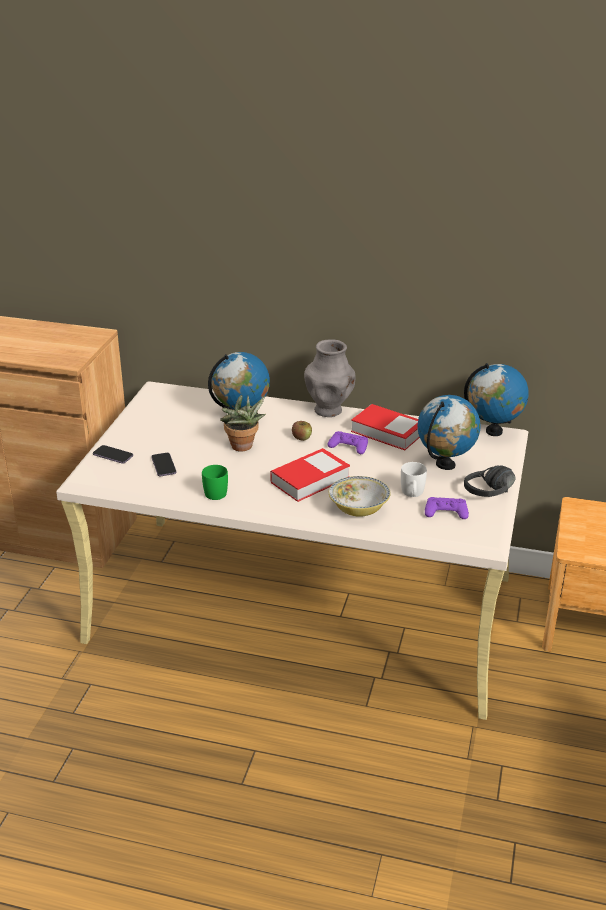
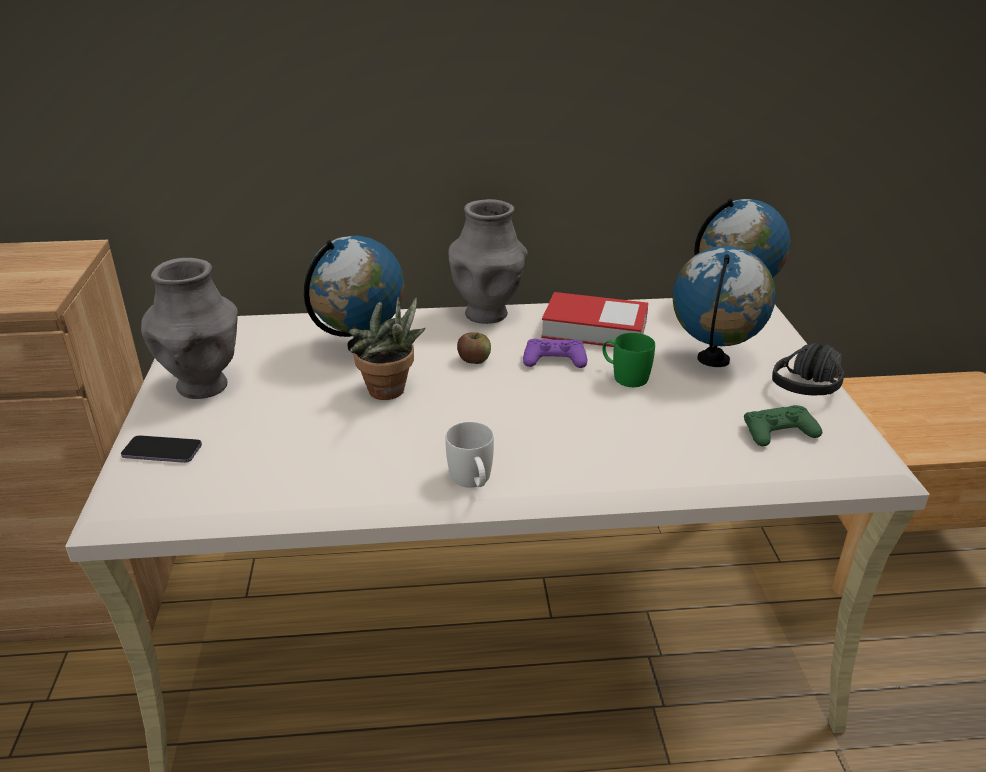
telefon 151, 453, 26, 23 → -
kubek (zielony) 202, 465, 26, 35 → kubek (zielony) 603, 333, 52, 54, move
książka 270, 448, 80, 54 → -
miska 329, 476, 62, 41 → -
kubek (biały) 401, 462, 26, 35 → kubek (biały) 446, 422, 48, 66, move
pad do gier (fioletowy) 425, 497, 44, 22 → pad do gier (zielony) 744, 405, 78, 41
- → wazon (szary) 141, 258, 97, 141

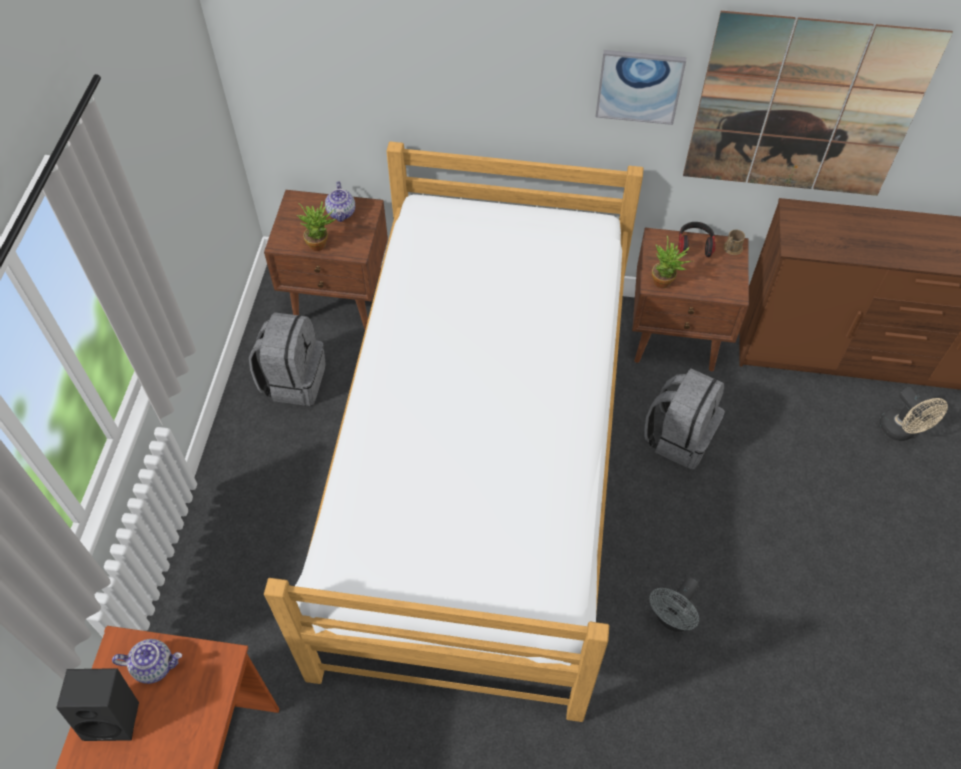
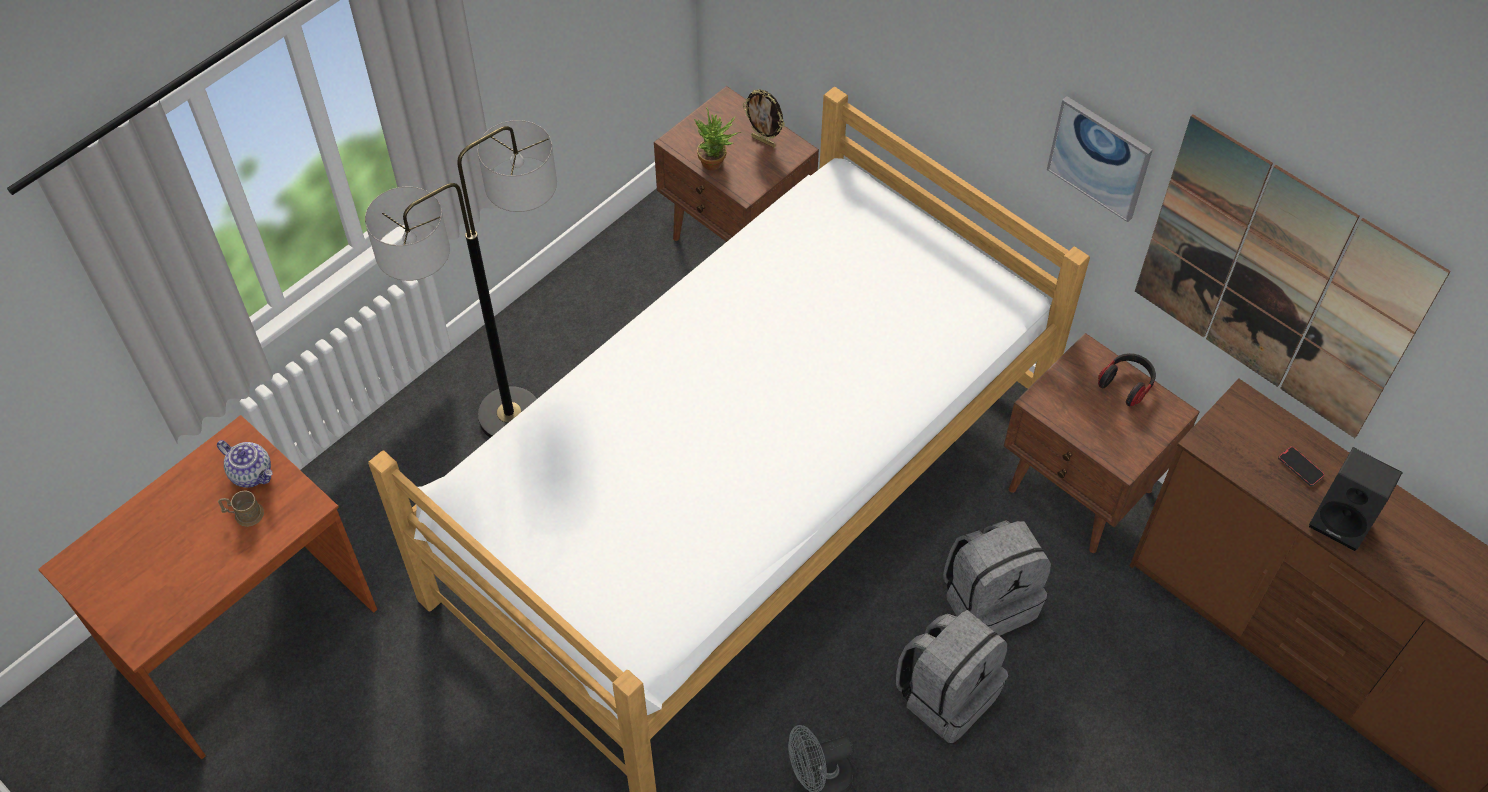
głośnik (czarny) 56, 668, 83, 73 → głośnik (czarny) 1309, 447, 94, 104, move
plecak (szary) 249, 312, 77, 94 → plecak (szary) 896, 610, 112, 133, move
imbryk 325, 181, 30, 41 → ramka na zdjęcie 743, 89, 42, 59
roślina doniczkowa 652, 236, 39, 52 → -
kubek (brązowy) 723, 230, 22, 25 → kubek (brązowy) 218, 490, 46, 37, move
wentylator (beżowy) 880, 387, 68, 54 → -
- → lampa stojąca 365, 120, 192, 318
- → telefon 1278, 446, 47, 40

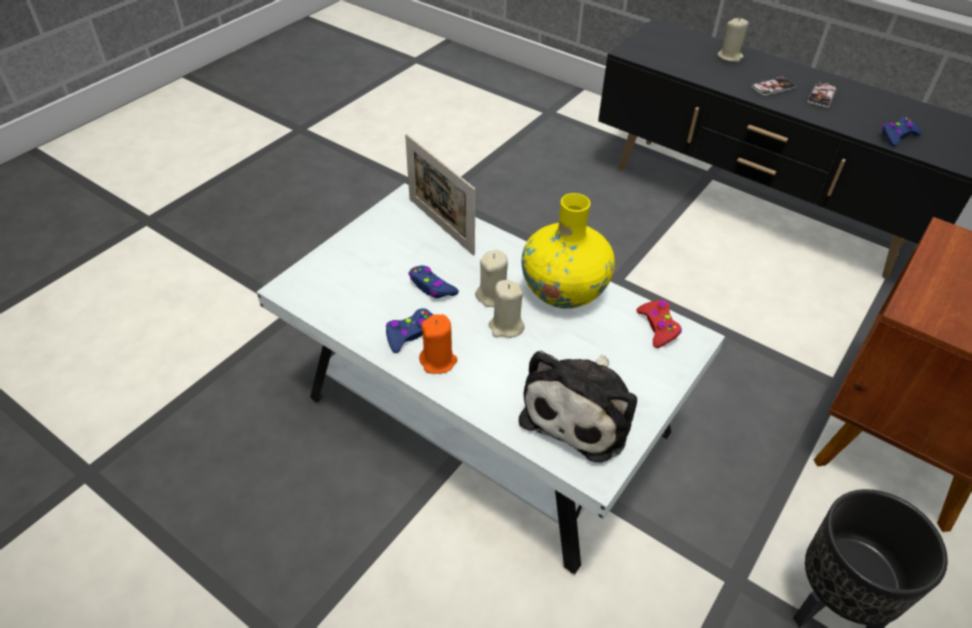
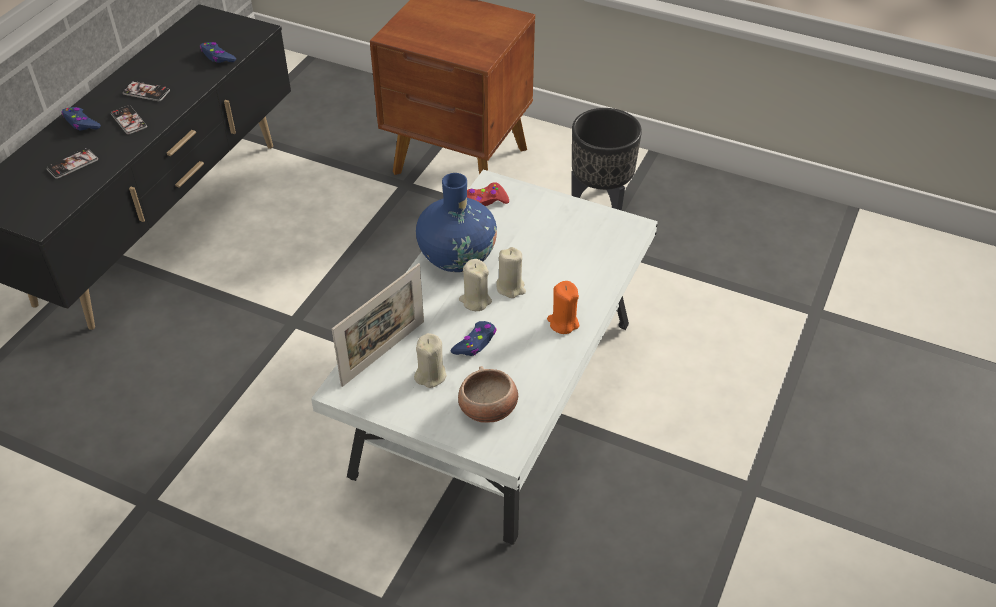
pad do gier (niebieski) 386, 308, 47, 45 → pad do gier (niebieski) 61, 107, 40, 23, move
pluszak 519, 350, 118, 113 → -
wazon (żółty) 522, 193, 93, 116 → wazon (niebieski) 416, 173, 81, 99
świeca (beżowy) 717, 18, 32, 44 → świeca (beżowy) 414, 333, 33, 55, move
- → telefon 47, 148, 51, 31
- → miska 458, 366, 60, 57

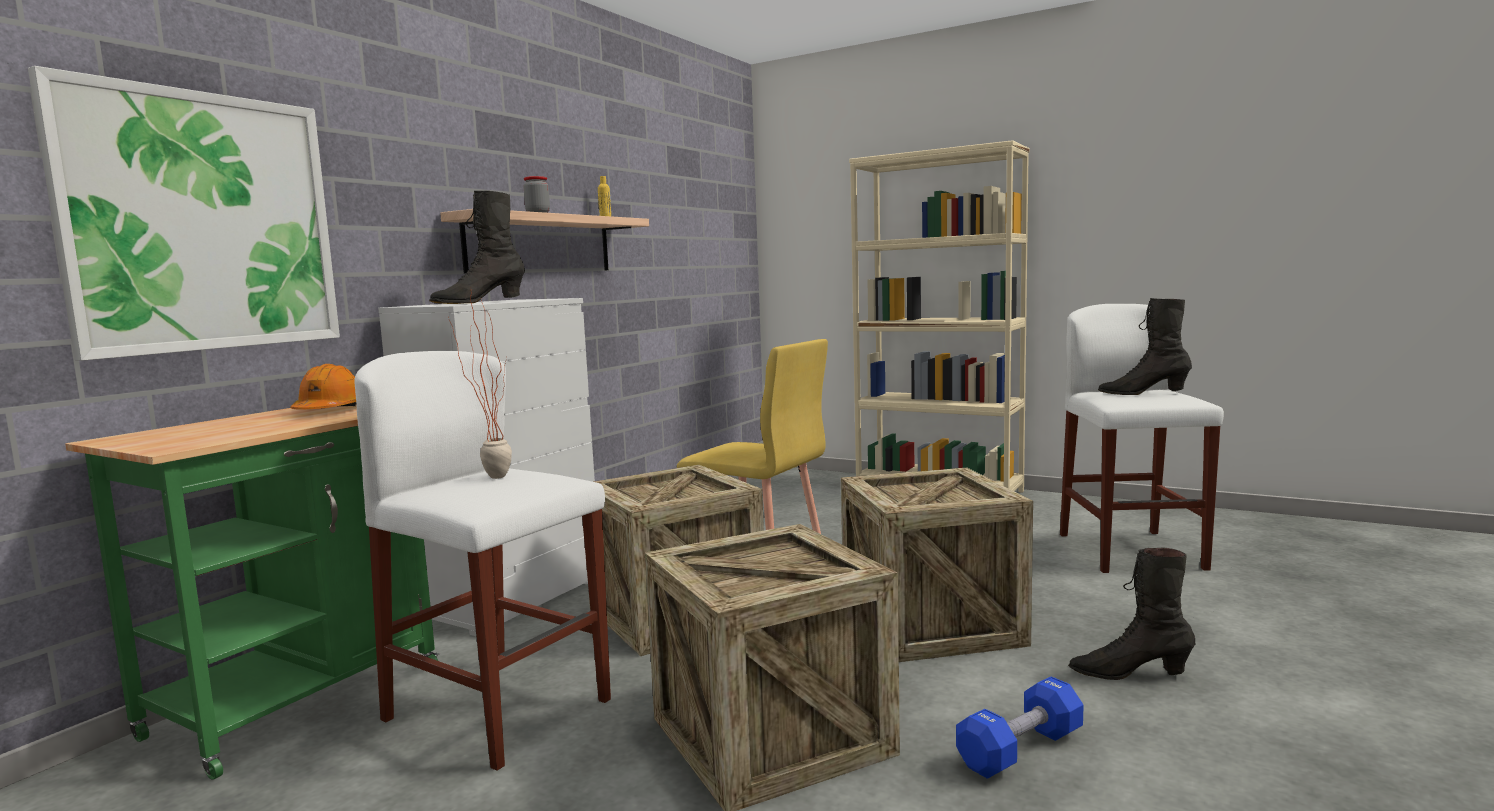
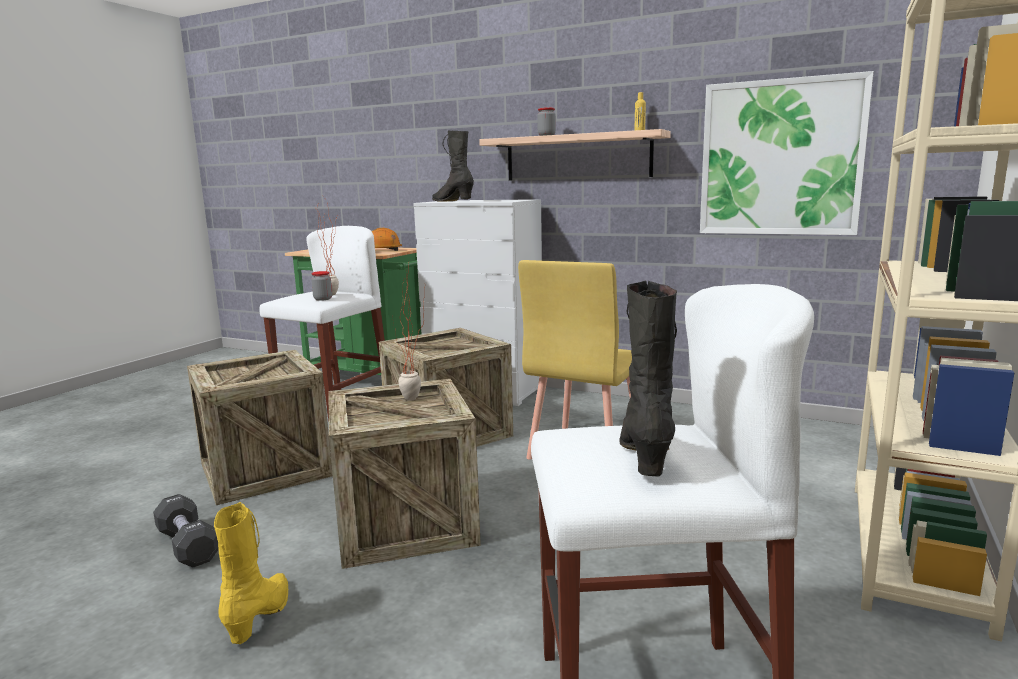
obraz 28, 66, 312, 295 → obraz 700, 71, 174, 164, move
hantel (niebieski) 956, 676, 128, 103 → hantel (czarny) 153, 494, 66, 74
but z cholewką (czarny) 1068, 547, 127, 133 → but z cholewką (żółty) 214, 502, 74, 142
- → słoik 311, 271, 21, 30
- → roślina doniczkowa 392, 263, 33, 138

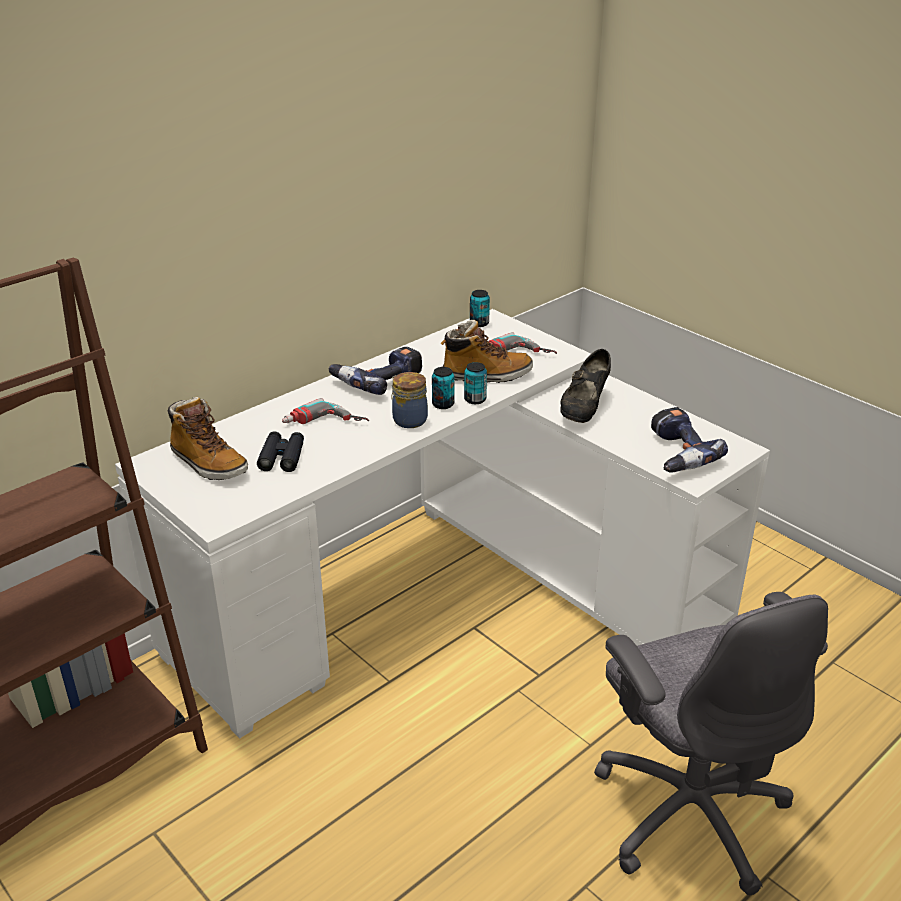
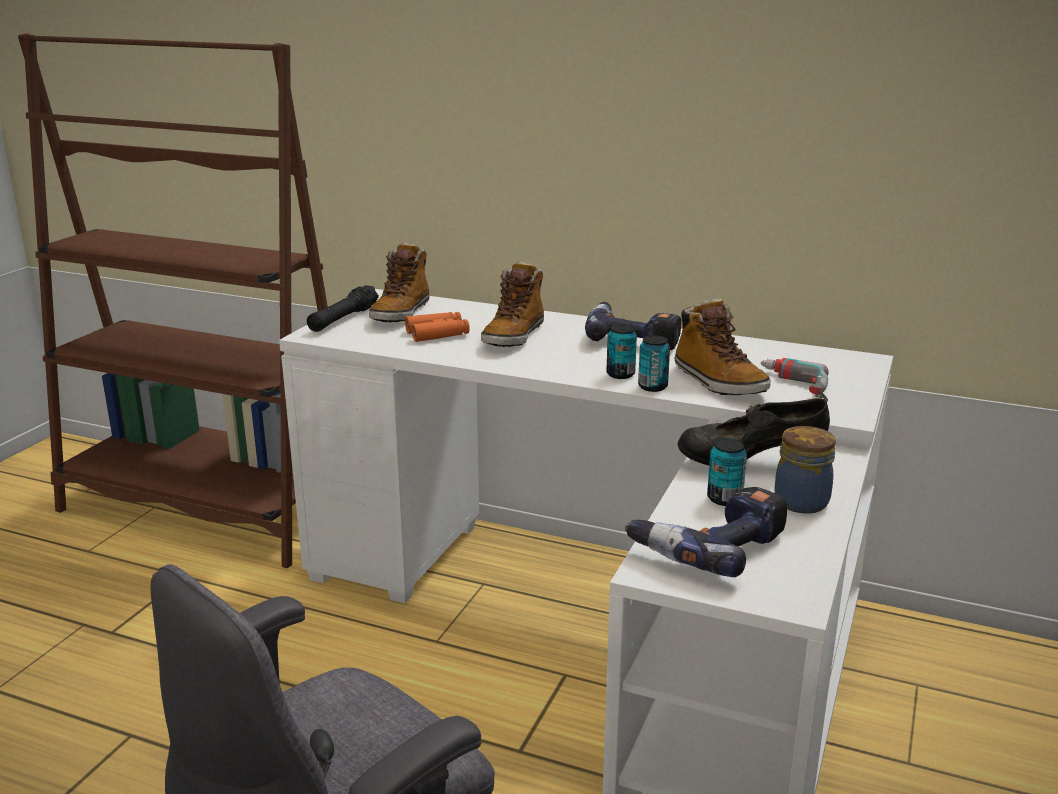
lornetka (czarny) 257, 431, 47, 41 → lornetka (pomarańczowy) 405, 312, 65, 30
wiertarka 282, 398, 87, 26 → but z cholewką 481, 261, 63, 86
słoik 391, 372, 37, 56 → słoik 774, 426, 62, 88, move
puszka 470, 290, 20, 37 → puszka 707, 438, 40, 68, move
- → latarka (czarny) 307, 285, 72, 47

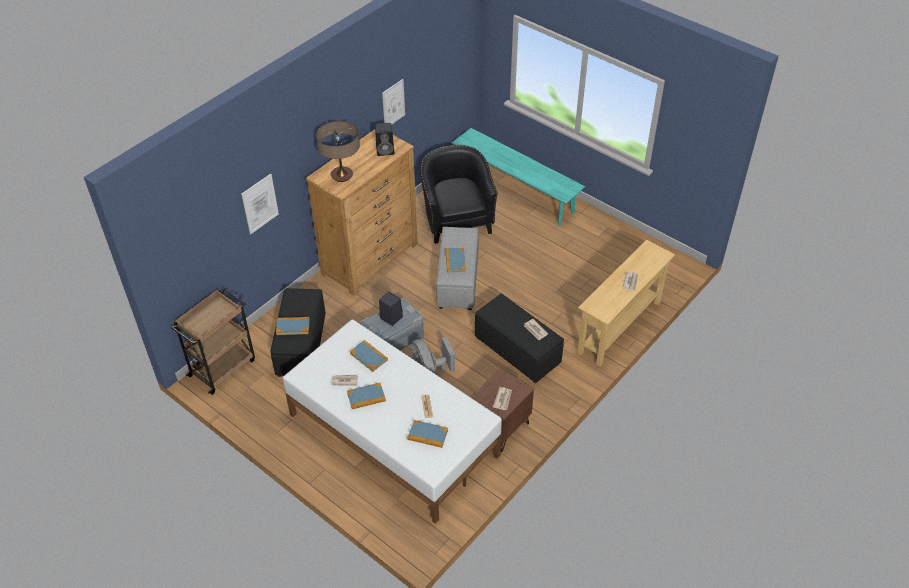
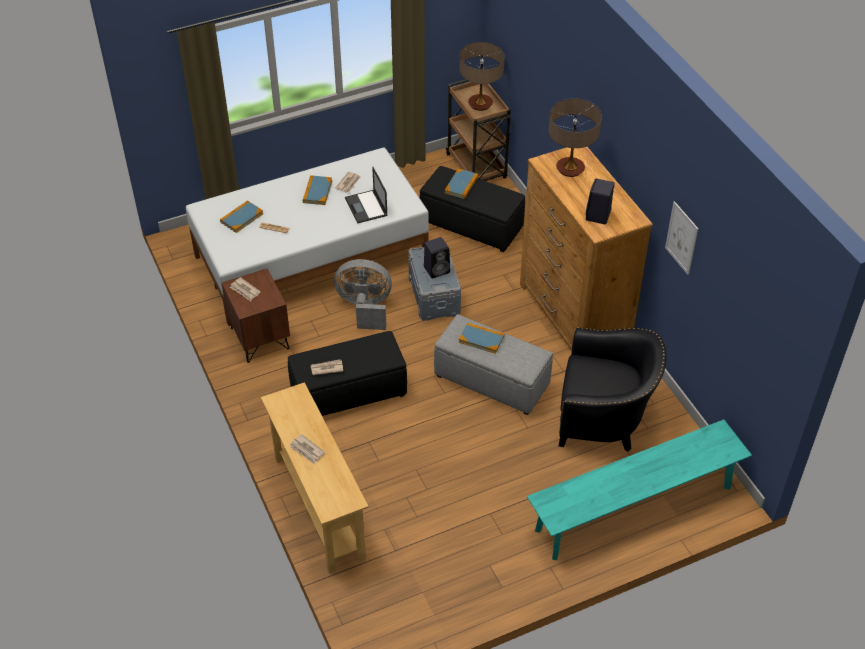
obraz 241, 174, 38, 60 → -
książka 350, 340, 38, 32 → laptop 345, 166, 43, 58
- → lampa stołowa 459, 42, 46, 69

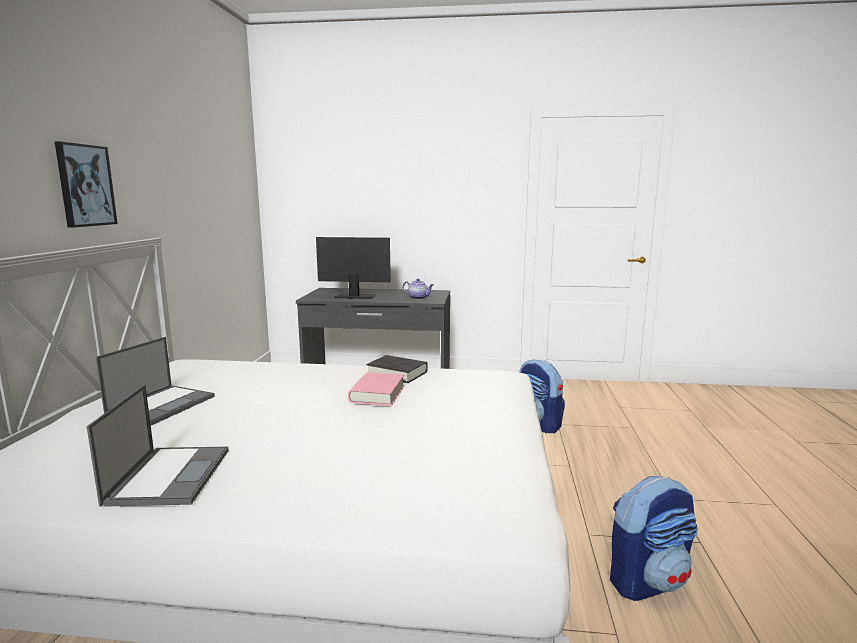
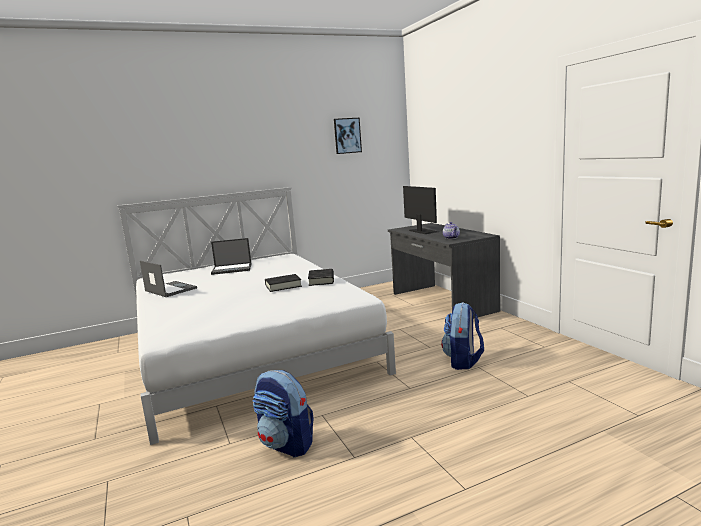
obraz 55, 142, 63, 86 → obraz 334, 118, 28, 36, move
laptop 87, 385, 142, 122 → laptop 140, 261, 57, 36, 105 degrees counterclockwise
książka (różowy) 348, 372, 56, 34 → książka (czarny) 265, 274, 37, 18

